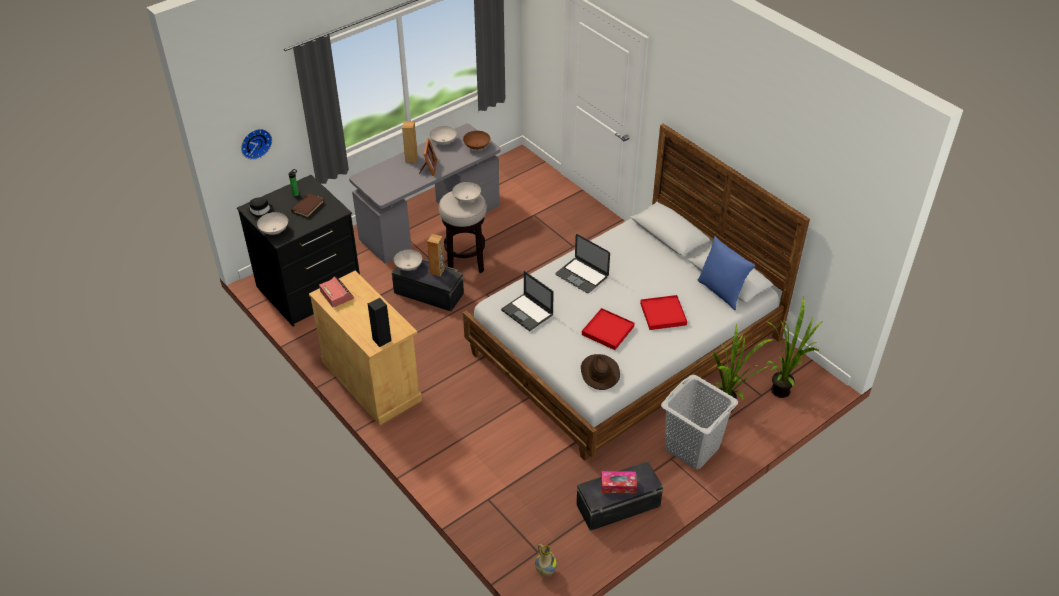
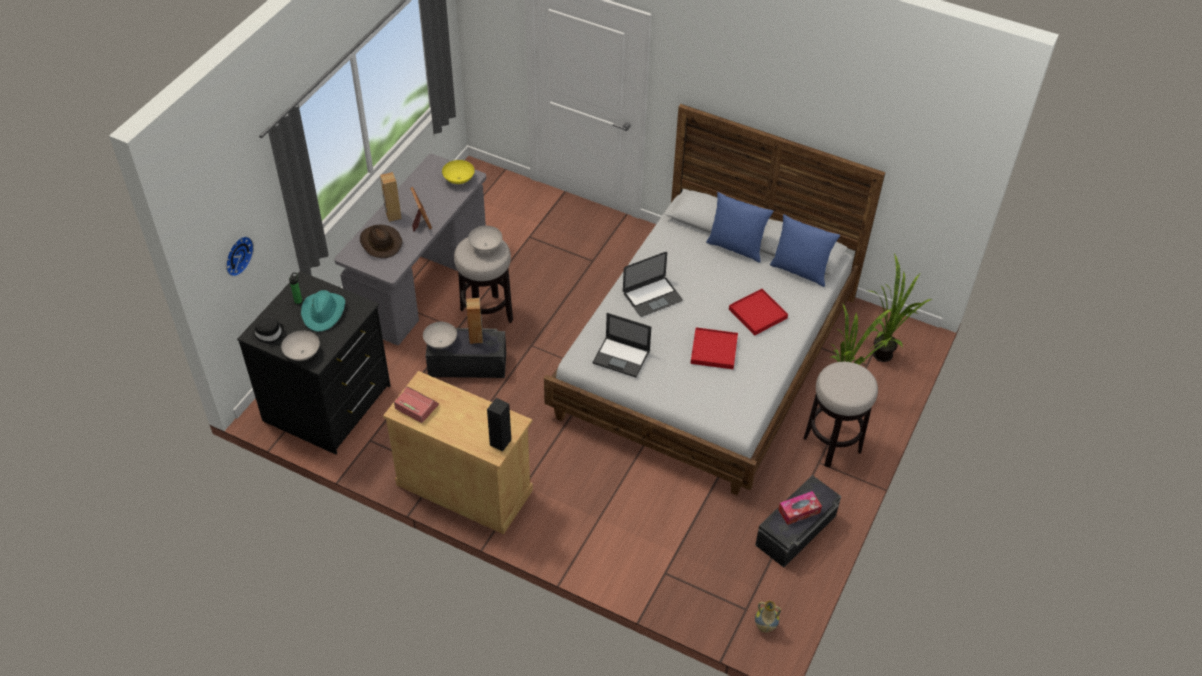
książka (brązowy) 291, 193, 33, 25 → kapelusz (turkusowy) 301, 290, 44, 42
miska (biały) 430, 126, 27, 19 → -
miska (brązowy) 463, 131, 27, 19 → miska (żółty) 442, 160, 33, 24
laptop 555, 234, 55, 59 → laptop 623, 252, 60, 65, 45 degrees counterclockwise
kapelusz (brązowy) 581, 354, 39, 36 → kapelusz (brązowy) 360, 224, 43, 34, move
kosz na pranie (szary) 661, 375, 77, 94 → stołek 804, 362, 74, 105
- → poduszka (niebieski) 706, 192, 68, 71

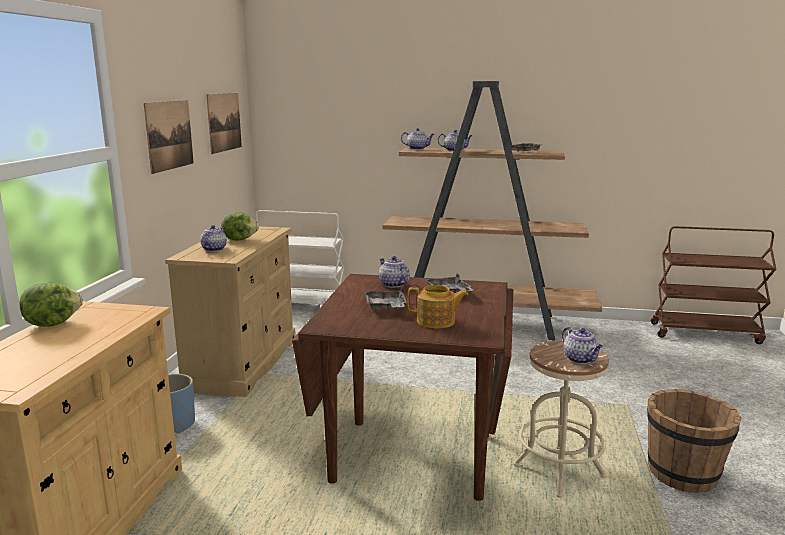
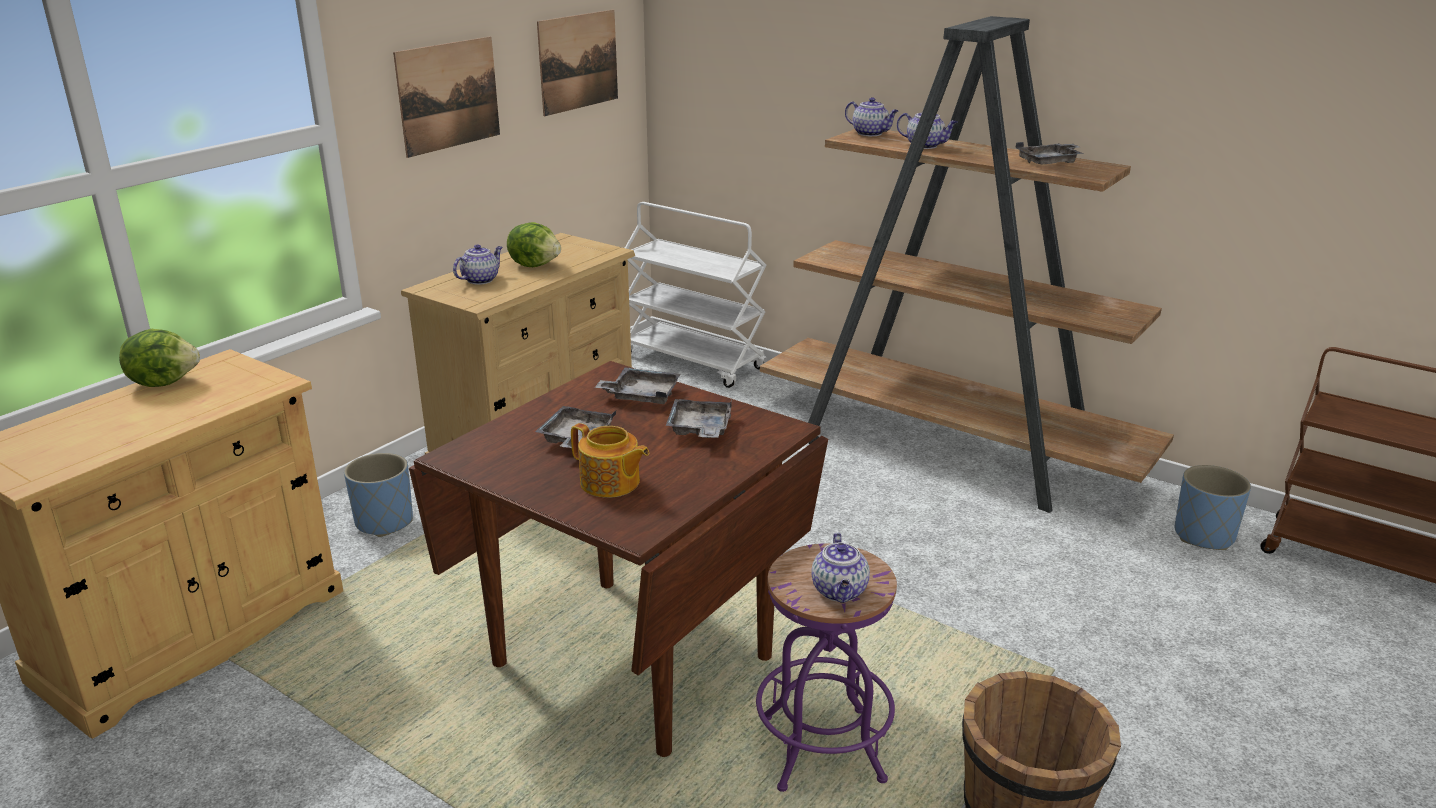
imbryk 379, 256, 31, 32 → taca (szary) 595, 367, 85, 37
stołek (beżowy) 513, 341, 96, 157 → stołek (fioletowy) 756, 543, 141, 249
- → donica (niebieski) 1175, 465, 76, 85

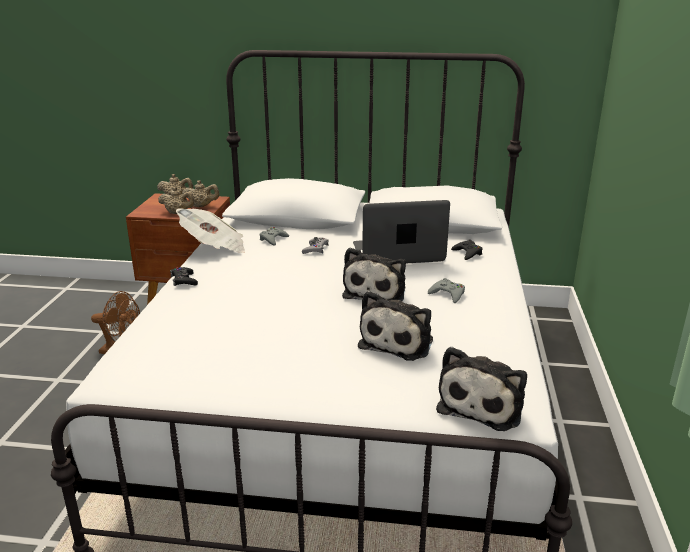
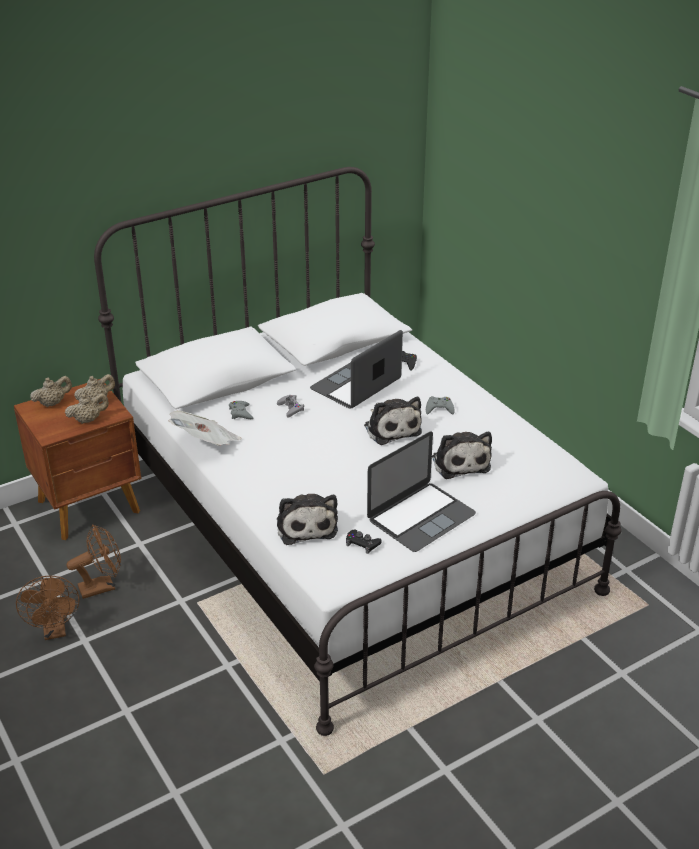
pad do gier (czarny) 170, 267, 28, 19 → pad do gier (czarny) 346, 529, 36, 25, move
pluszak 436, 347, 91, 84 → pluszak 277, 494, 61, 51, move
- → wentylator (brązowy) 16, 576, 64, 64
- → laptop 367, 431, 109, 121

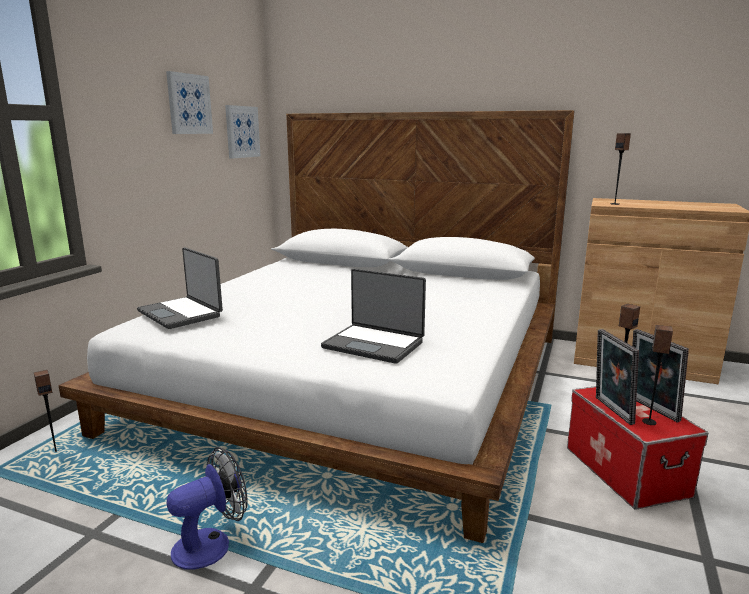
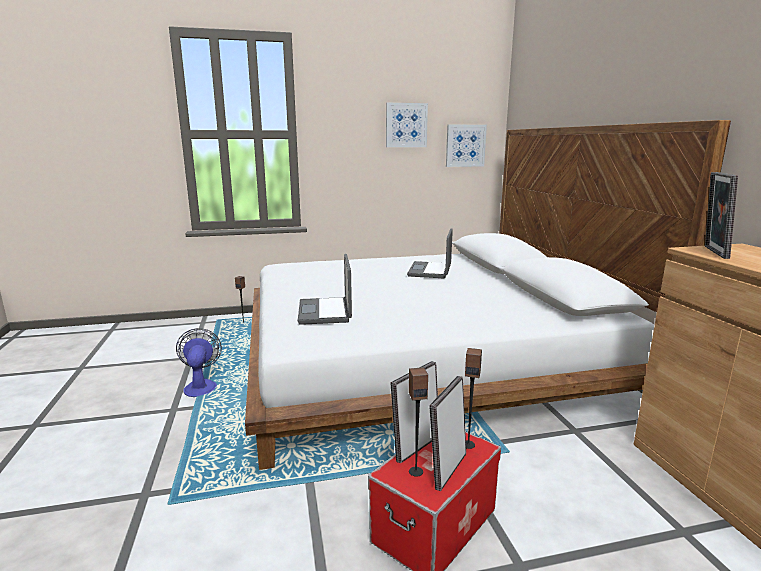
laptop 137, 247, 86, 82 → laptop 407, 228, 46, 50, move
wentylator 167, 447, 81, 122 → wentylator 176, 328, 46, 69, 120 degrees counterclockwise
głośnik 610, 133, 21, 72 → ramka na zdjęcie 705, 172, 33, 87

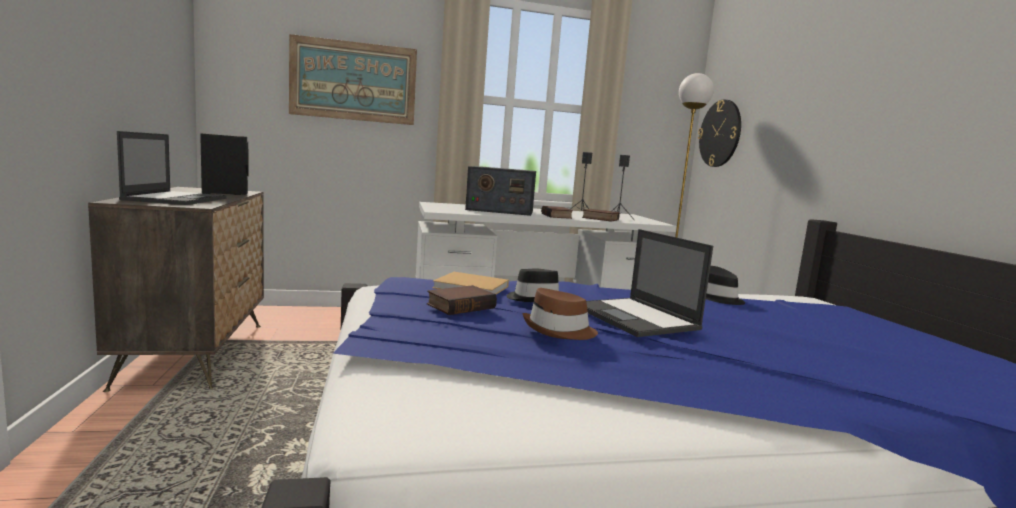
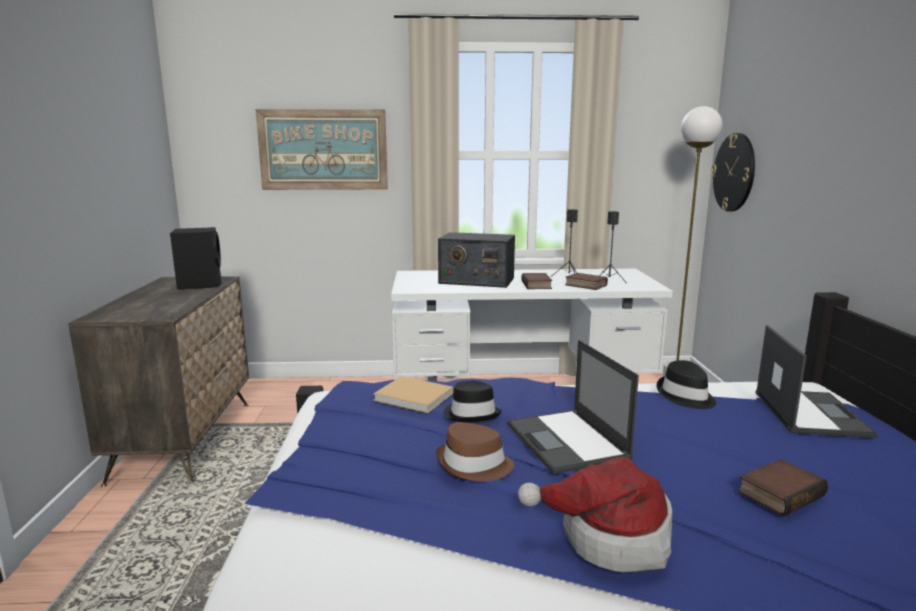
laptop 117, 131, 110, 74 → laptop 756, 325, 122, 113, move
książka 427, 285, 70, 30 → książka 738, 459, 90, 58, move
- → kapelusz 518, 457, 154, 115

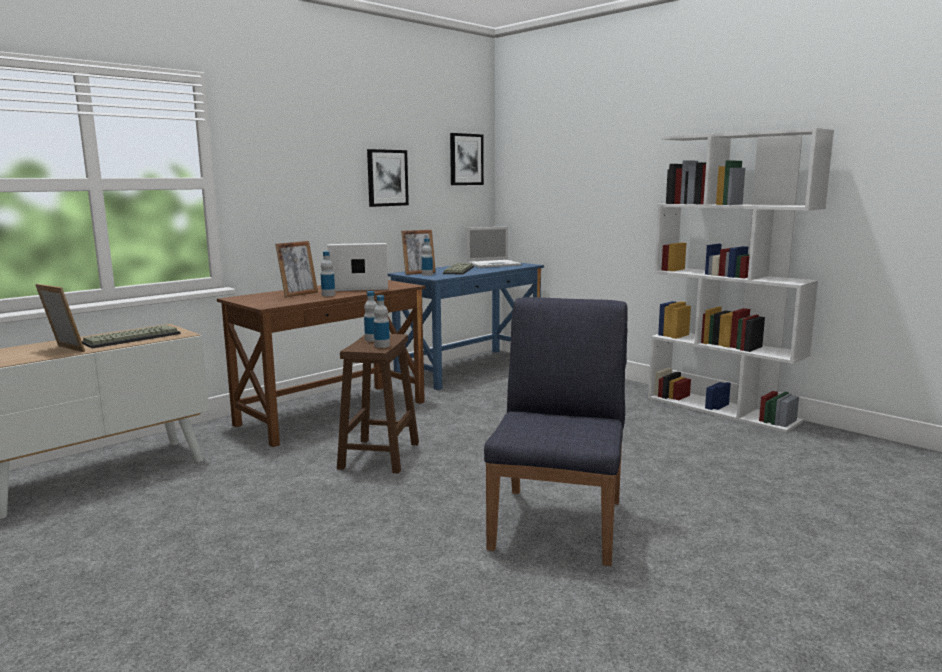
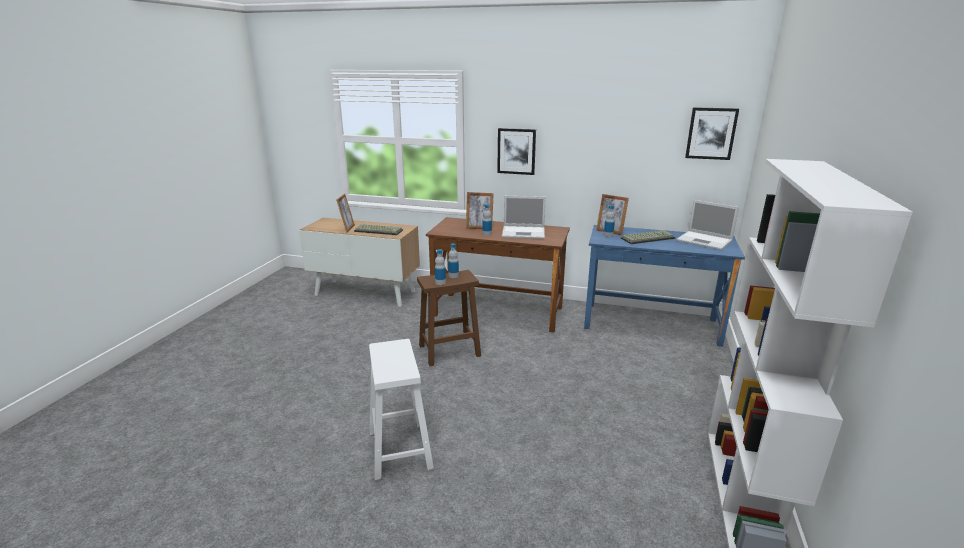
laptop 327, 243, 61, 48 → laptop 502, 196, 44, 43, 135 degrees clockwise
obraz 367, 149, 42, 58 → obraz 497, 128, 39, 47, move
krzesło (niebieski) 484, 297, 144, 269 → stołek (biały) 369, 339, 65, 141

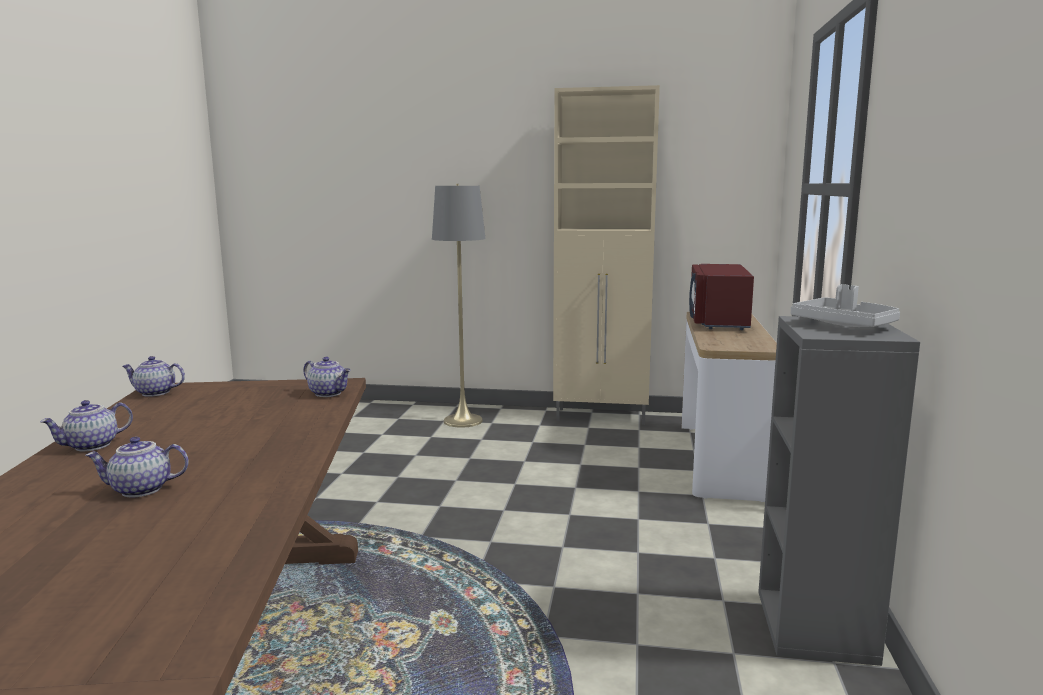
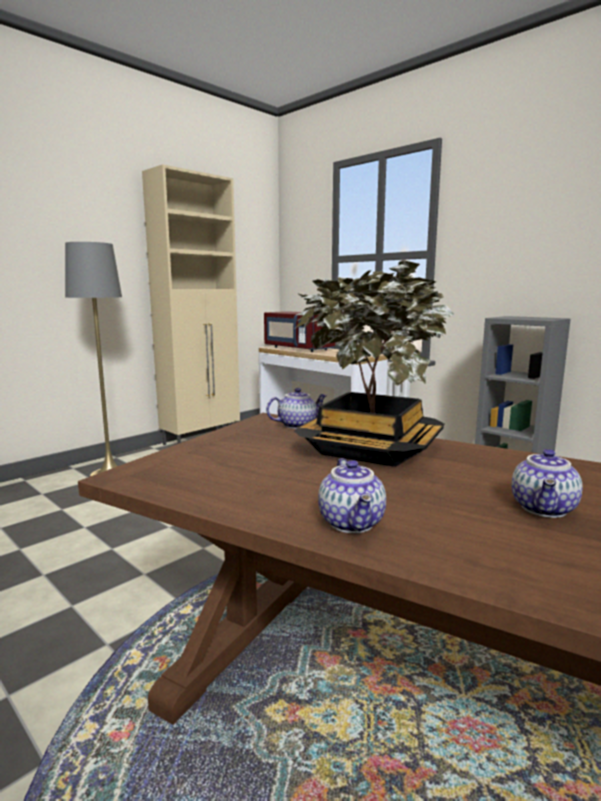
imbryk 122, 356, 63, 41 → -
taca (szary) 791, 284, 109, 43 → -
- → roślina doniczkowa 294, 260, 160, 207

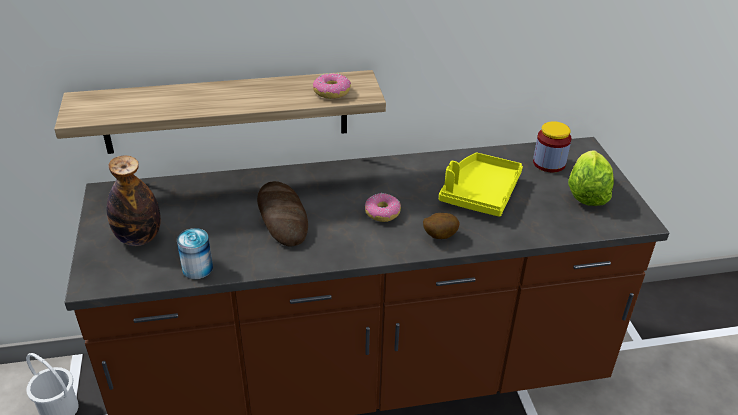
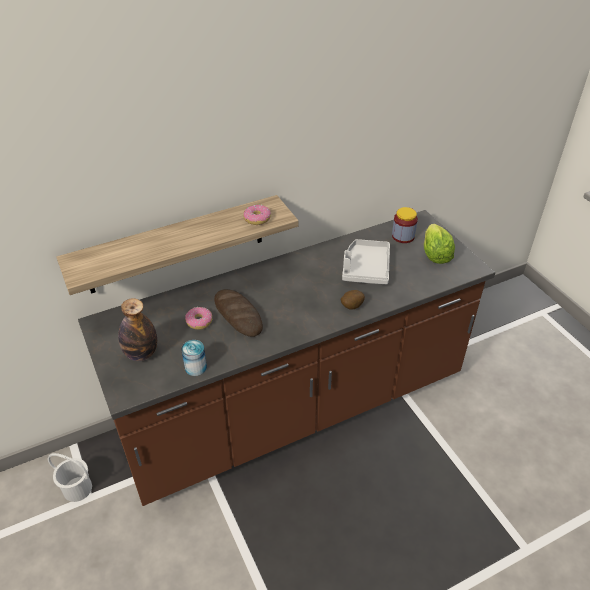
donut 365, 193, 36, 29 → donut 185, 307, 27, 23, move
taca (żółty) 439, 153, 84, 64 → taca (szary) 342, 239, 48, 45

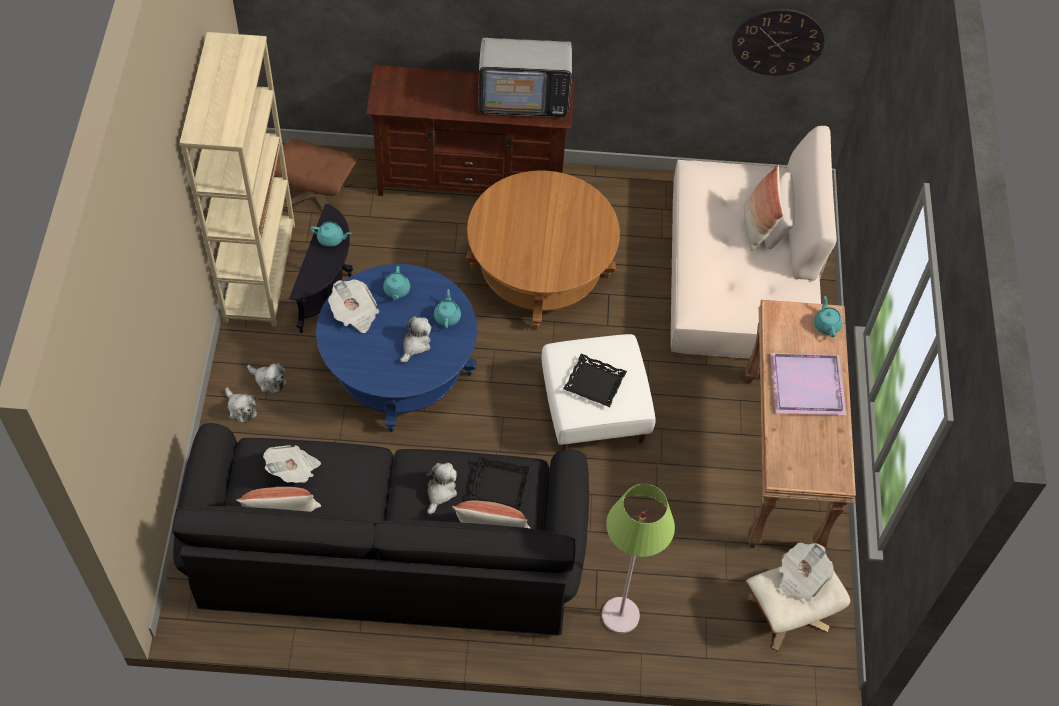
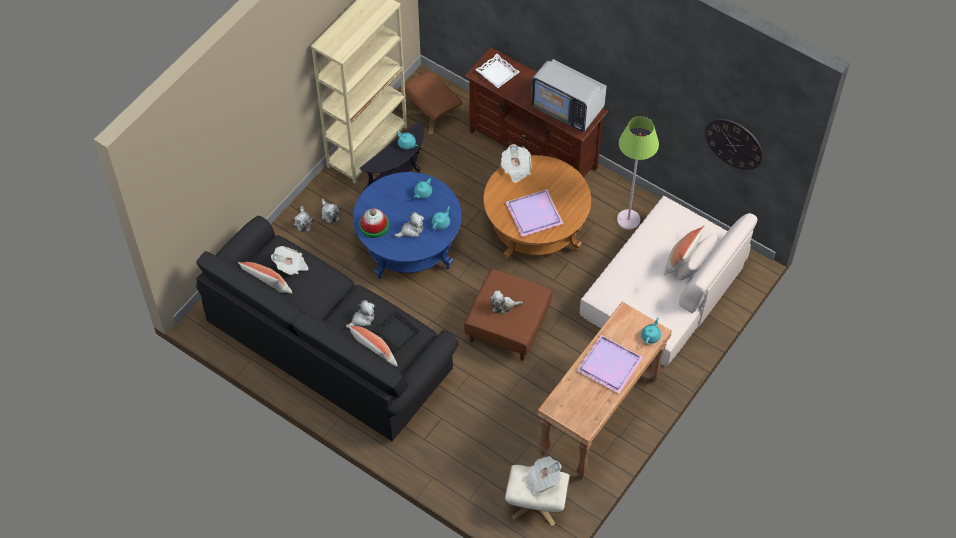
gazeta 328, 280, 51, 53 → gazeta 501, 144, 31, 39, move
pufa (biały) 542, 334, 113, 116 → pufa (brązowy) 464, 269, 88, 92
taca (czarny) 563, 354, 64, 53 → pluszak 490, 291, 33, 23
lampa stojąca (zielony) 602, 484, 73, 150 → lampa stojąca (zielony) 617, 116, 42, 114, move
- → kapelusz 359, 208, 30, 30
- → taca (biały) 475, 54, 44, 34
- → taca (fioletowy) 506, 189, 58, 48

